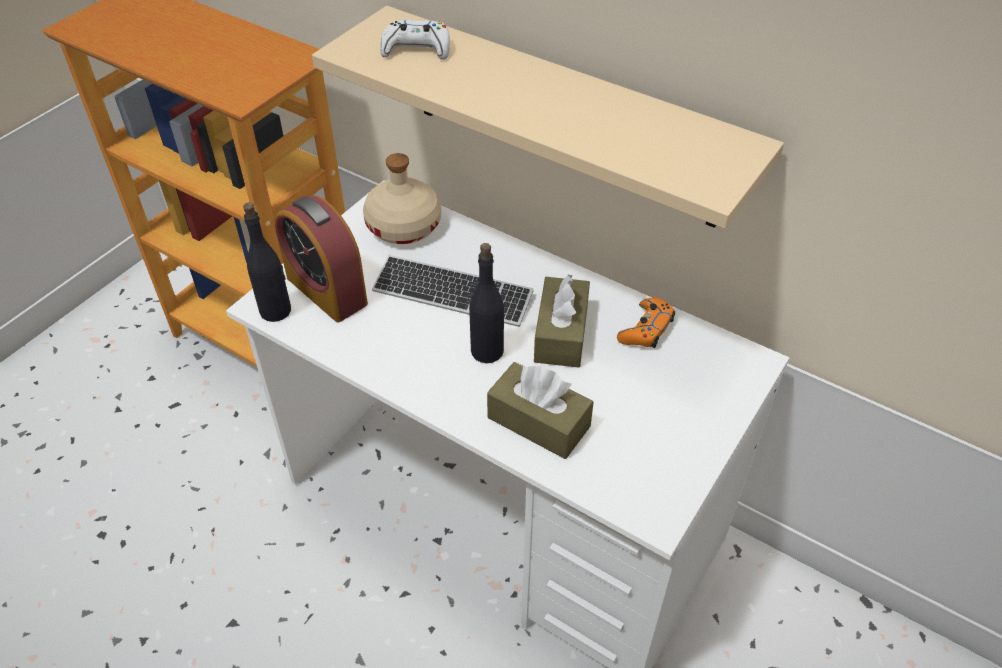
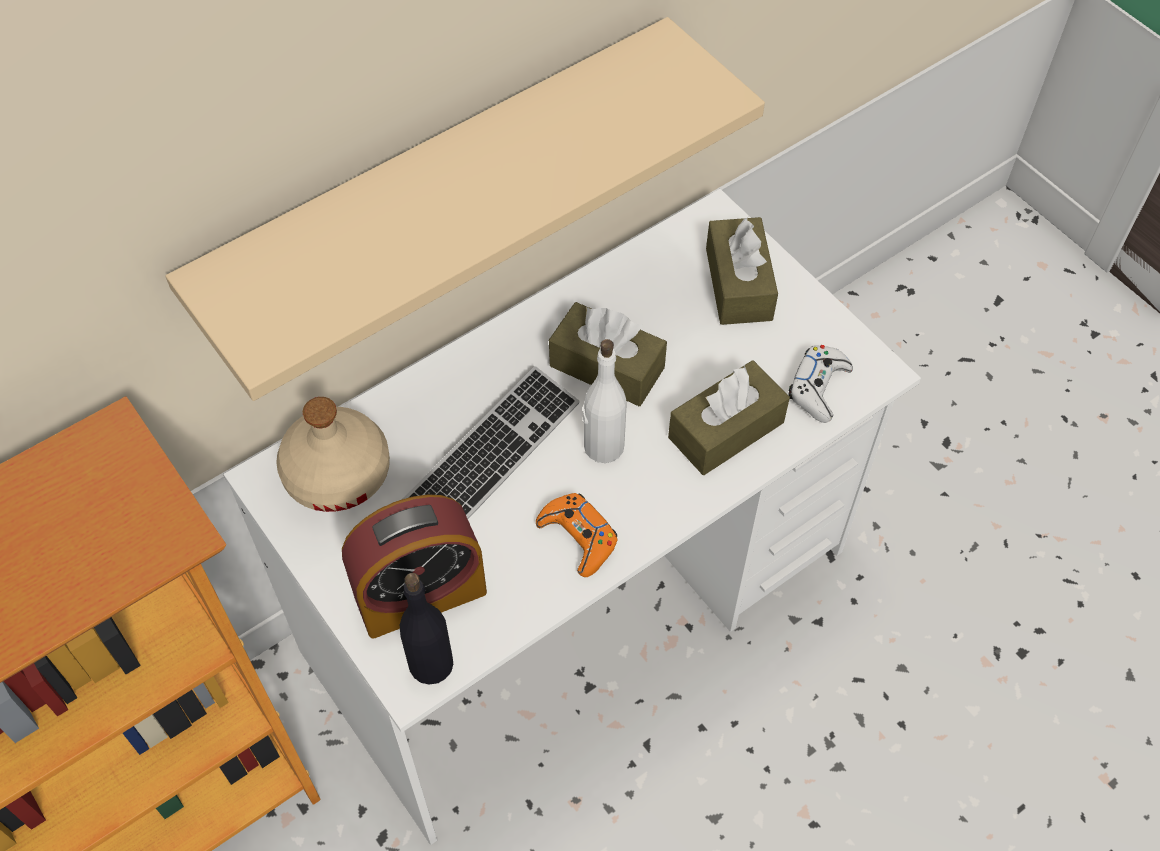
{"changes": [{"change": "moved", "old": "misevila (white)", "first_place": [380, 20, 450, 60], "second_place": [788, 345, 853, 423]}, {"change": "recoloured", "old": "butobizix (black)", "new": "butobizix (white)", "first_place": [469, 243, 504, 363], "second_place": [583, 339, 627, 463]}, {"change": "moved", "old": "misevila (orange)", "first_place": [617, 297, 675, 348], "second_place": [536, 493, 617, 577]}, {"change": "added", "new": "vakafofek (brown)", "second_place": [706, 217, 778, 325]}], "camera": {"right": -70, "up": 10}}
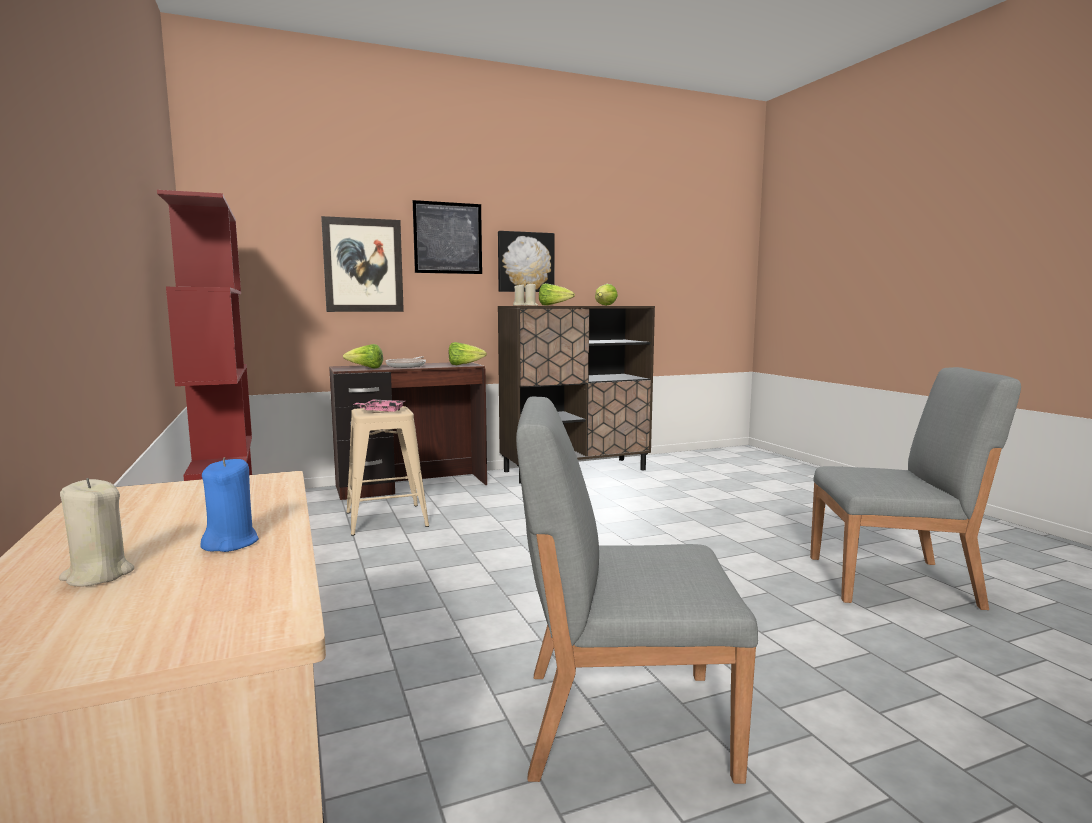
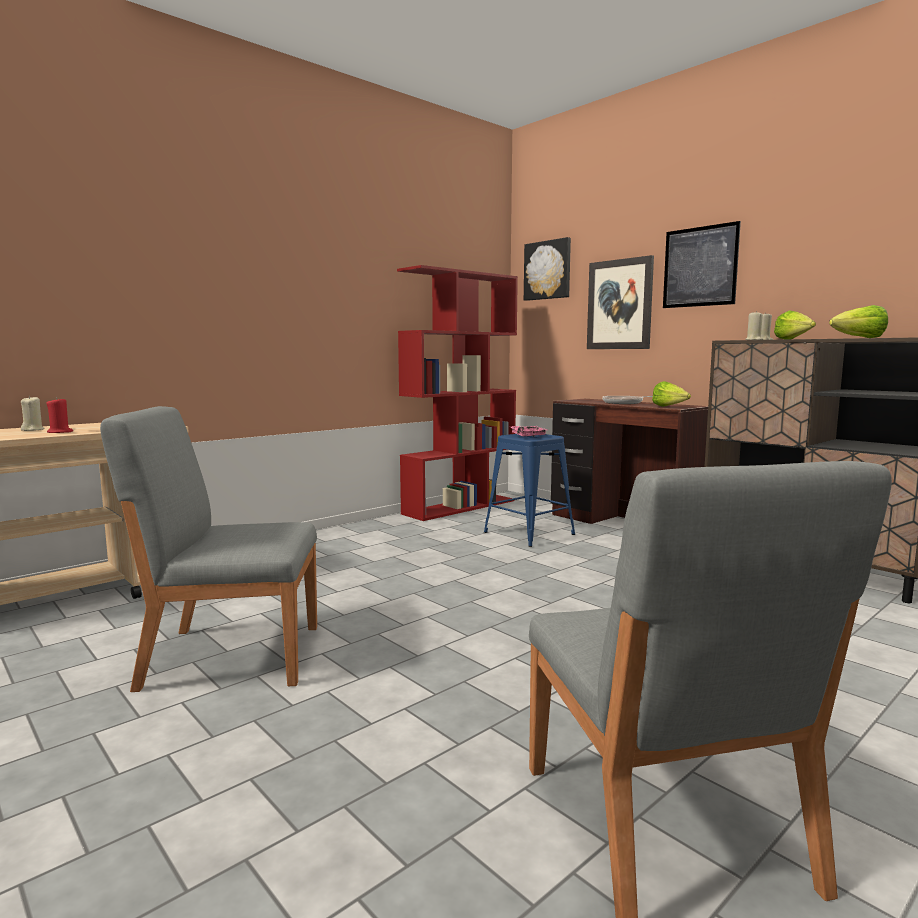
{"changes": [{"change": "moved", "old": "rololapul", "first_place": [498, 231, 554, 292], "second_place": [524, 237, 571, 301]}, {"change": "removed", "old": "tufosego", "first_place": [343, 344, 383, 368]}, {"change": "turned", "old": "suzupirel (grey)", "first_place": [516, 396, 758, 784], "second_place": [100, 406, 317, 692], "degrees": -75}, {"change": "recoloured", "old": "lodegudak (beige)", "new": "lodegudak (blue)", "first_place": [346, 406, 429, 536], "second_place": [484, 434, 575, 547]}, {"change": "recoloured", "old": "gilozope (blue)", "new": "gilozope (red)", "first_place": [200, 457, 259, 552], "second_place": [46, 397, 73, 433]}], "camera": {"right": 70, "up": 0}}
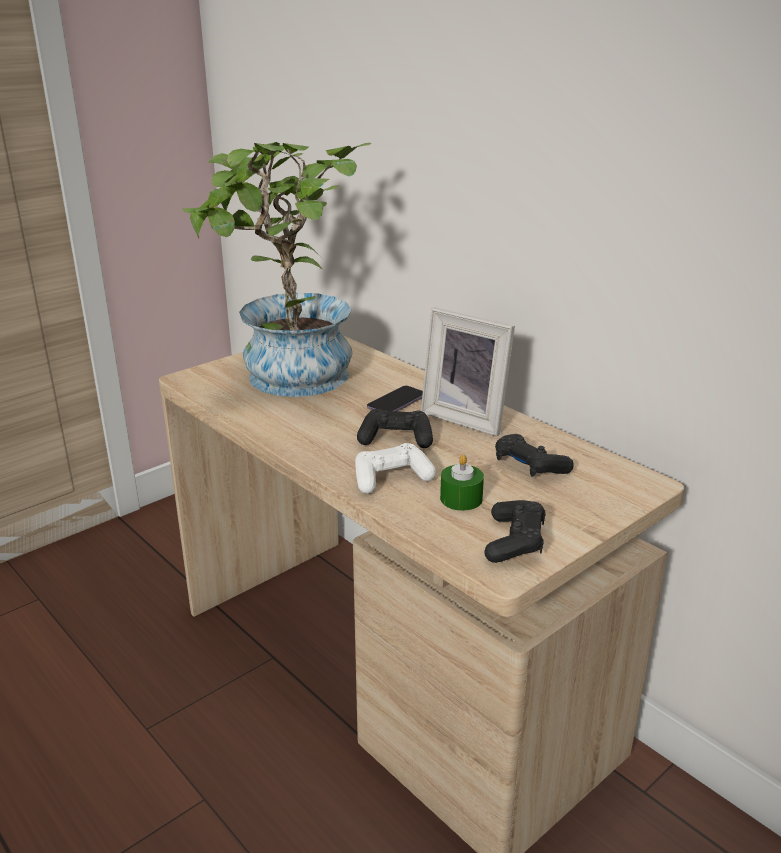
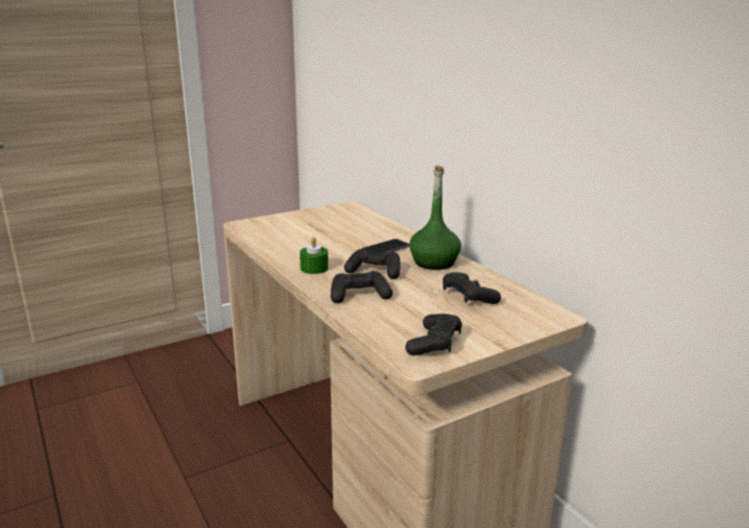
{"changes": [{"change": "removed", "old": "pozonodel", "first_place": [182, 142, 371, 397]}, {"change": "replaced", "old": "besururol", "new": "butobizix (green)", "first_place": [421, 307, 515, 436], "second_place": [409, 165, 461, 270]}, {"change": "recoloured", "old": "misevila (white)", "new": "misevila (black)", "first_place": [355, 443, 436, 494], "second_place": [331, 271, 393, 303]}, {"change": "moved", "old": "gilozope (green)", "first_place": [440, 455, 484, 511], "second_place": [300, 237, 328, 274]}], "camera": {"right": 10, "up": -5}}
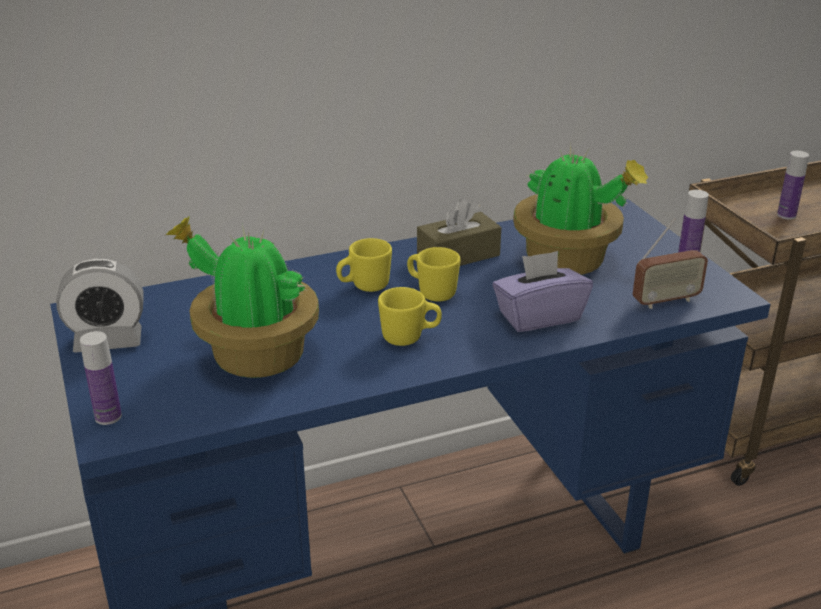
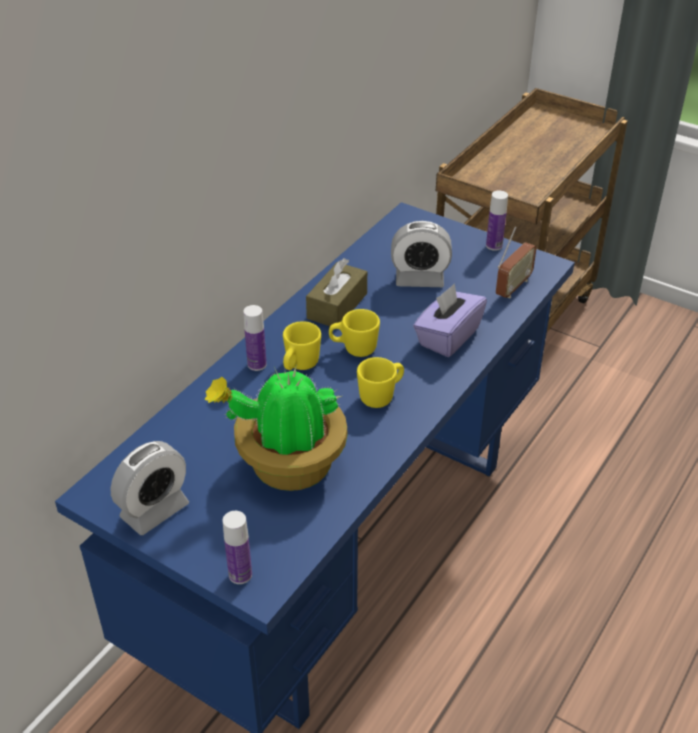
{"changes": [{"change": "replaced", "old": "pozonodel", "new": "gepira", "first_place": [513, 144, 648, 275], "second_place": [391, 221, 452, 287]}, {"change": "moved", "old": "butobizix", "first_place": [777, 151, 809, 220], "second_place": [243, 305, 267, 371]}], "camera": {"right": -35, "up": 10}}
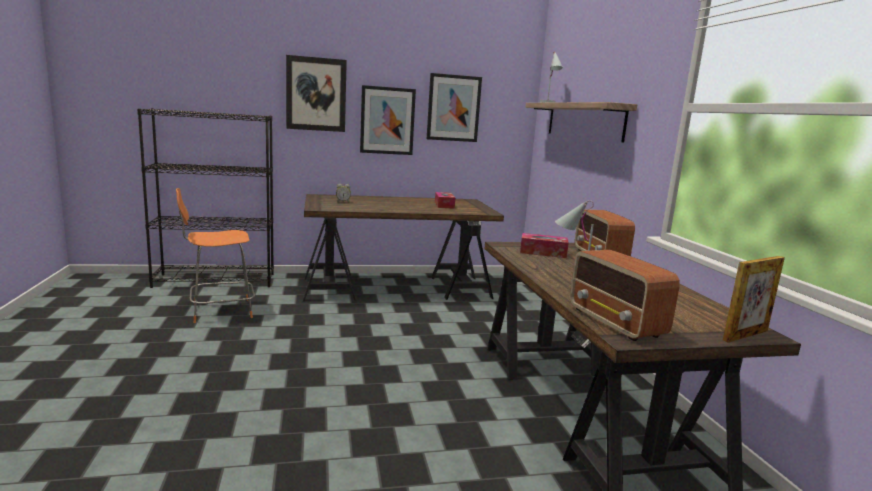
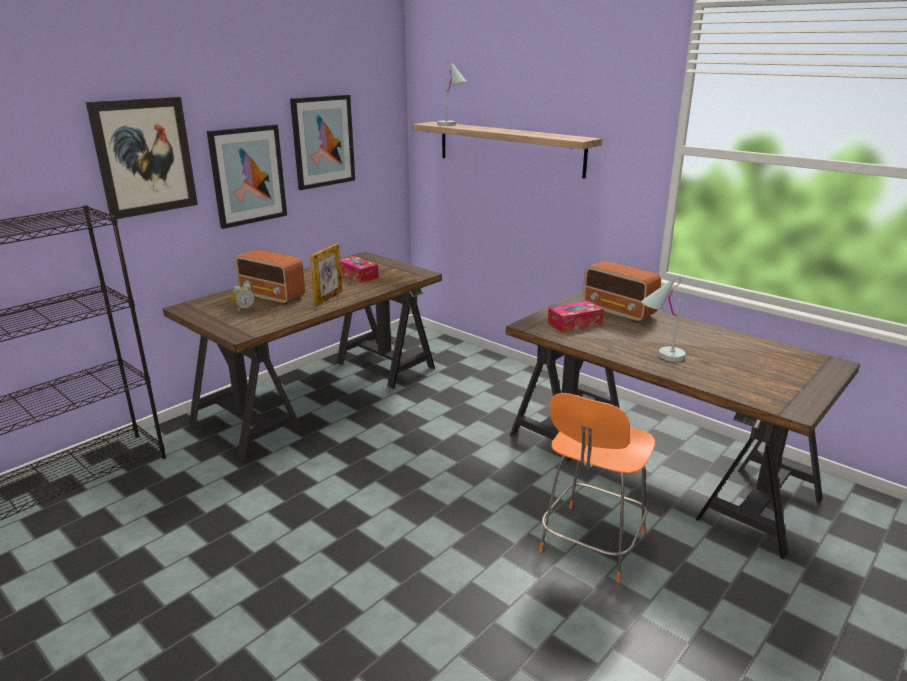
{"changes": [{"change": "moved", "old": "suzupirel (orange)", "first_place": [176, 188, 255, 323], "second_place": [539, 393, 655, 583]}, {"change": "moved", "old": "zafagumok", "first_place": [570, 250, 680, 341], "second_place": [235, 250, 305, 305]}, {"change": "moved", "old": "besururol", "first_place": [723, 256, 785, 343], "second_place": [310, 243, 343, 306]}], "camera": {"right": -35, "up": 10}}
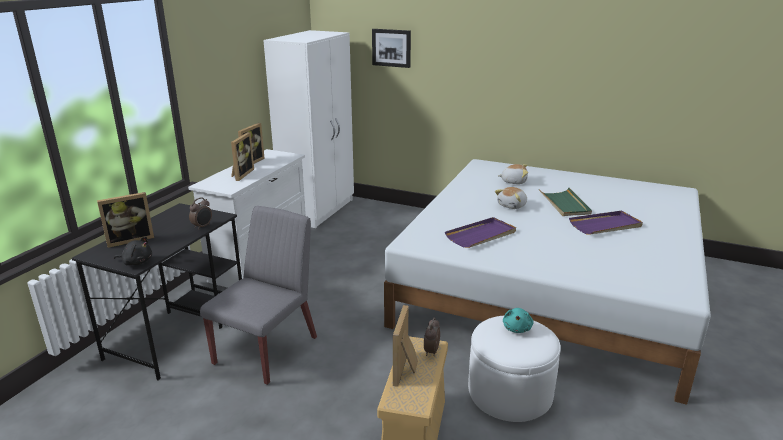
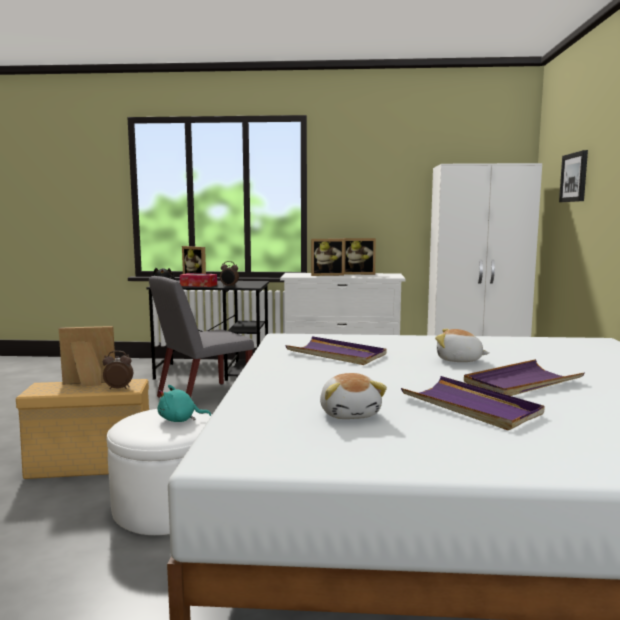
{"changes": [{"change": "moved", "old": "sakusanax", "first_place": [498, 164, 528, 184], "second_place": [320, 373, 387, 419]}, {"change": "recoloured", "old": "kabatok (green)", "new": "kabatok (purple)", "first_place": [539, 188, 592, 216], "second_place": [464, 359, 585, 396]}, {"change": "turned", "old": "suzupirel (grey)", "first_place": [200, 206, 317, 385], "second_place": [149, 276, 254, 398], "degrees": 135}, {"change": "added", "new": "vakafofek", "second_place": [180, 273, 217, 287]}], "camera": {"right": 70, "up": -15}}
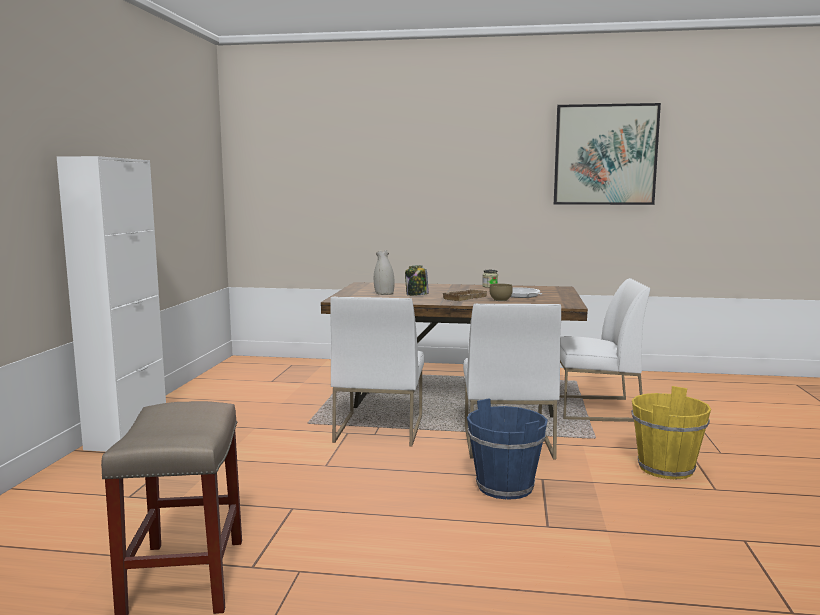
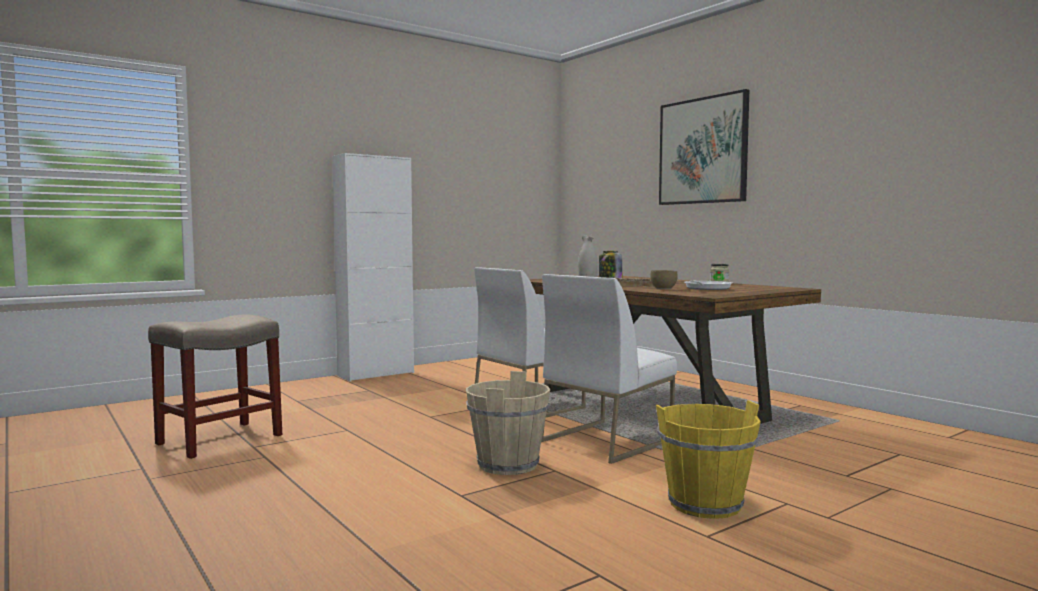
{"changes": [{"change": "moved", "old": "rololapul", "first_place": [554, 103, 661, 205], "second_place": [659, 89, 749, 205]}, {"change": "removed", "old": "suzupirel (white)", "first_place": [560, 278, 651, 422]}, {"change": "recoloured", "old": "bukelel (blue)", "new": "bukelel (beige)", "first_place": [467, 398, 548, 500], "second_place": [466, 371, 550, 475]}], "camera": {"right": 45, "up": -5}}
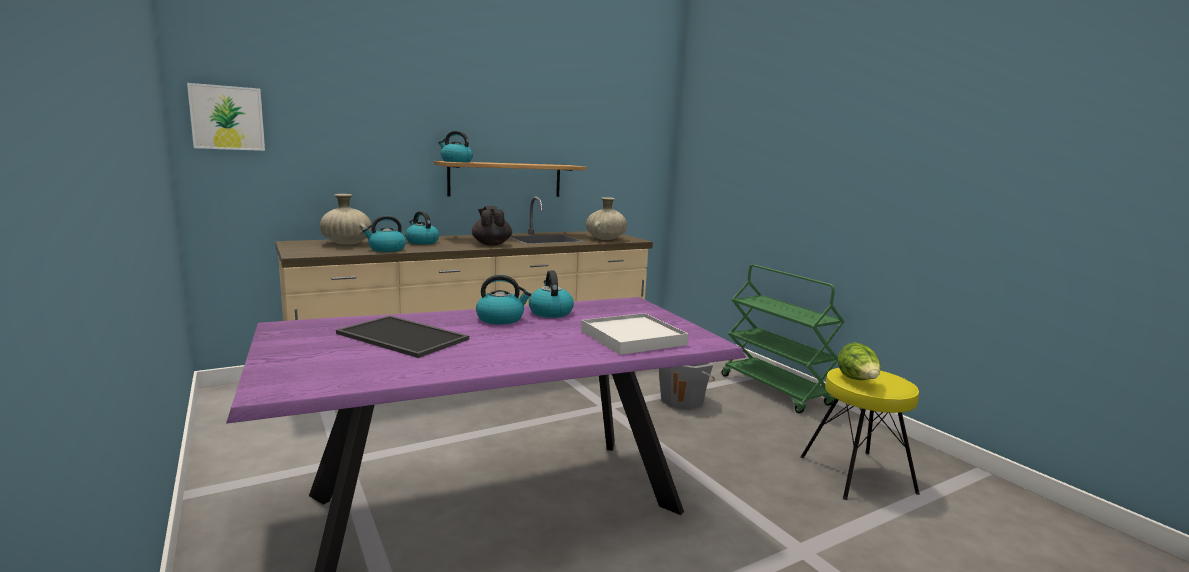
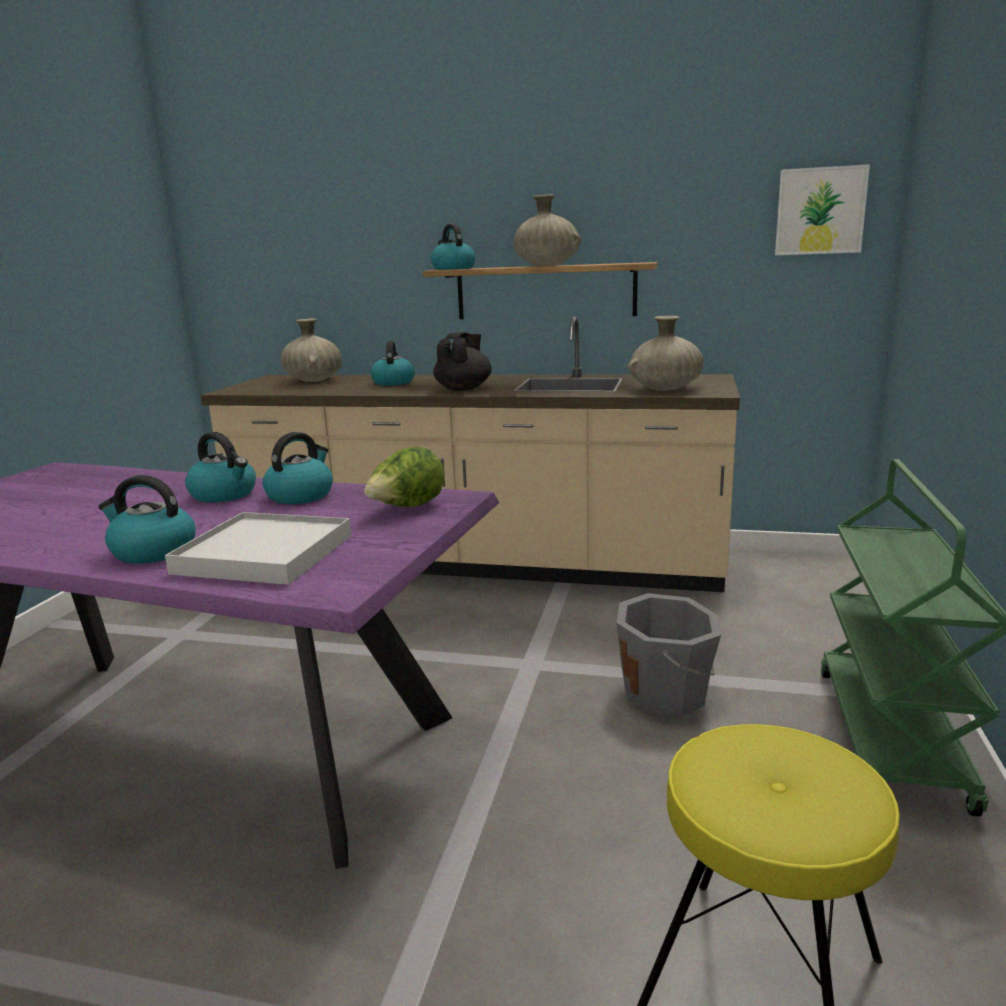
{"changes": [{"change": "moved", "old": "rololapul", "first_place": [187, 83, 265, 151], "second_place": [775, 164, 870, 255]}, {"change": "moved", "old": "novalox", "first_place": [362, 216, 406, 252], "second_place": [98, 475, 196, 564]}, {"change": "removed", "old": "kabatok", "first_place": [336, 316, 469, 358]}, {"change": "moved", "old": "tufosego", "first_place": [838, 342, 881, 380], "second_place": [364, 447, 445, 507]}, {"change": "added", "new": "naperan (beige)", "second_place": [514, 195, 581, 266]}], "camera": {"right": 45, "up": 5}}
